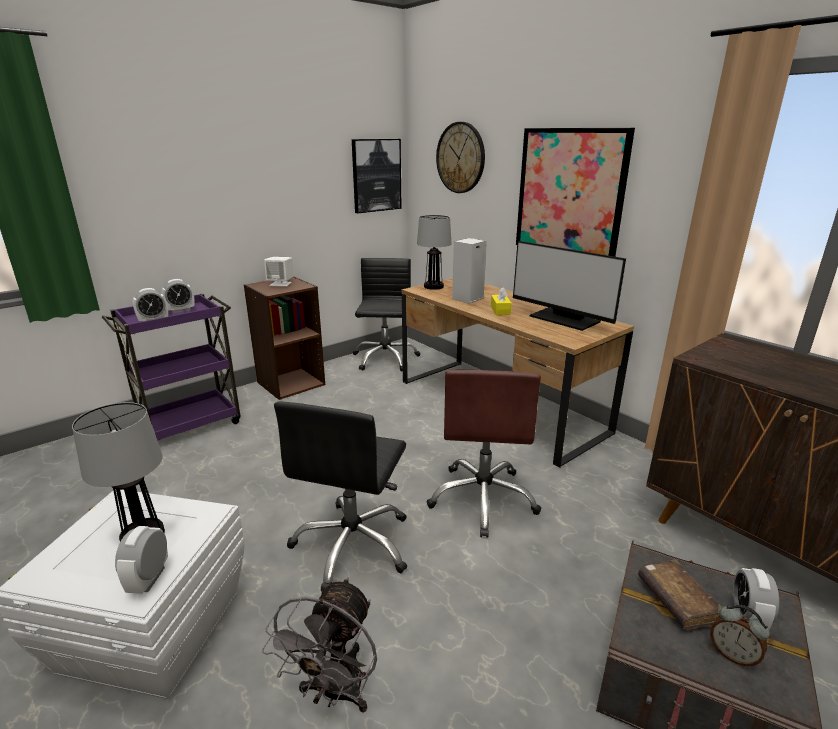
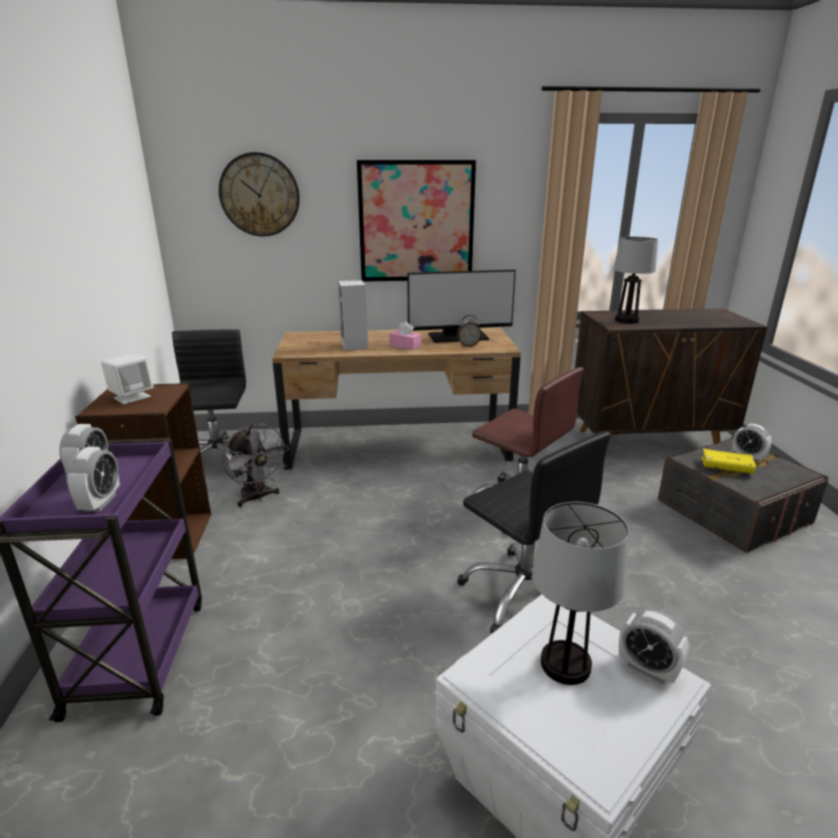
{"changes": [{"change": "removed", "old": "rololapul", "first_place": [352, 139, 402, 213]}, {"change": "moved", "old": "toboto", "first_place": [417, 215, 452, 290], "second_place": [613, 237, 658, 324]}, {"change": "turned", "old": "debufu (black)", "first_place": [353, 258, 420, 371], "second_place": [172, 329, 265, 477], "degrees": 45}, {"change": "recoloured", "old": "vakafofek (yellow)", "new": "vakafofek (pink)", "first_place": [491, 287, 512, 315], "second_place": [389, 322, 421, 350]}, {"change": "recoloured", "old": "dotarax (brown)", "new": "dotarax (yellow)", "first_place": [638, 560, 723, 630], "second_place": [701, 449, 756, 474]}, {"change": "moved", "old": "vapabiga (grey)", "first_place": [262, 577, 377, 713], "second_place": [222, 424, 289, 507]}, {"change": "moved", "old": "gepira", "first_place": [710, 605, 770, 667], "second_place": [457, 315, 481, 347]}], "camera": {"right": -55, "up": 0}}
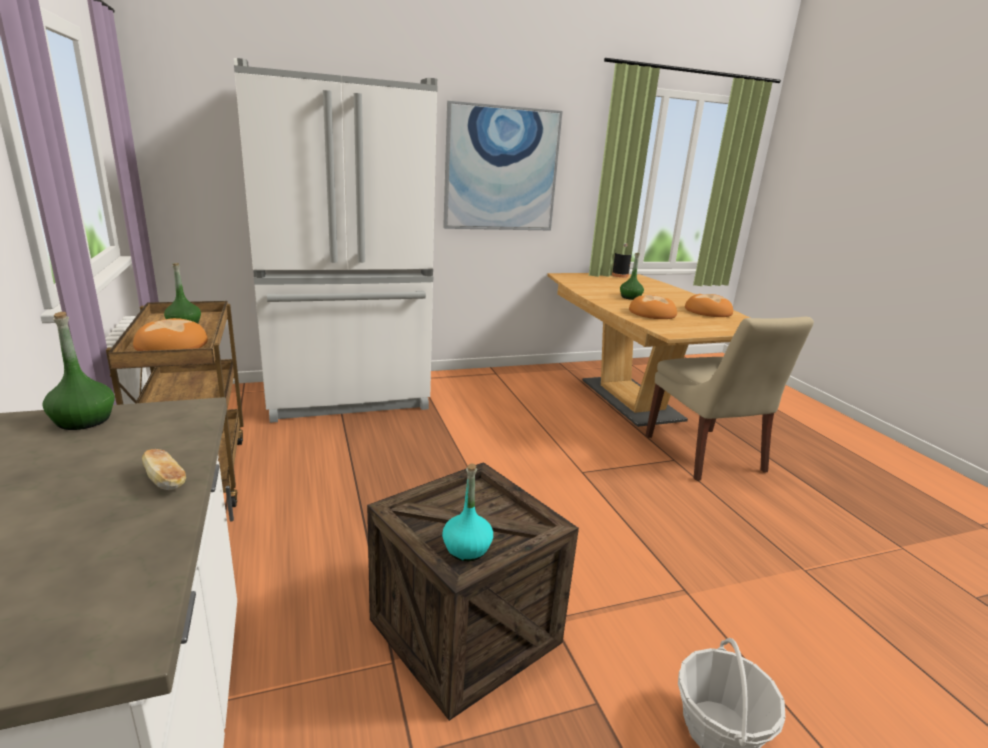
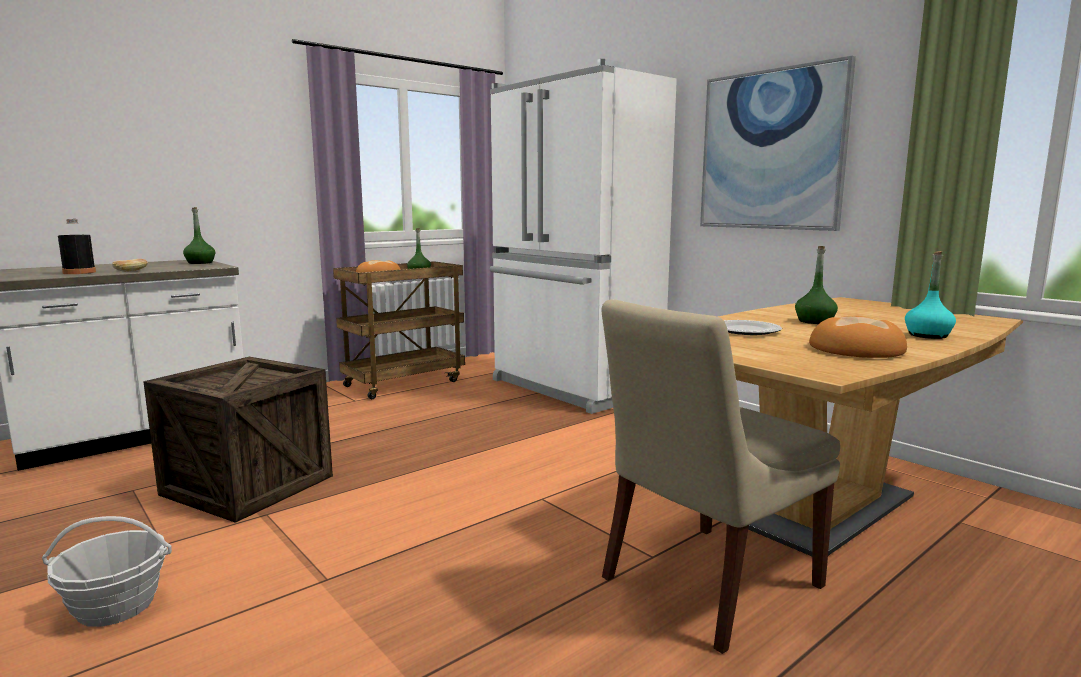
{"changes": [{"change": "moved", "old": "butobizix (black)", "first_place": [612, 243, 632, 278], "second_place": [58, 219, 96, 274]}, {"change": "replaced", "old": "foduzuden", "new": "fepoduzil", "first_place": [629, 295, 677, 319], "second_place": [724, 320, 782, 335]}, {"change": "moved", "old": "butobizix (turquoise)", "first_place": [442, 464, 493, 561], "second_place": [905, 251, 956, 339]}], "camera": {"right": 70, "up": -10}}
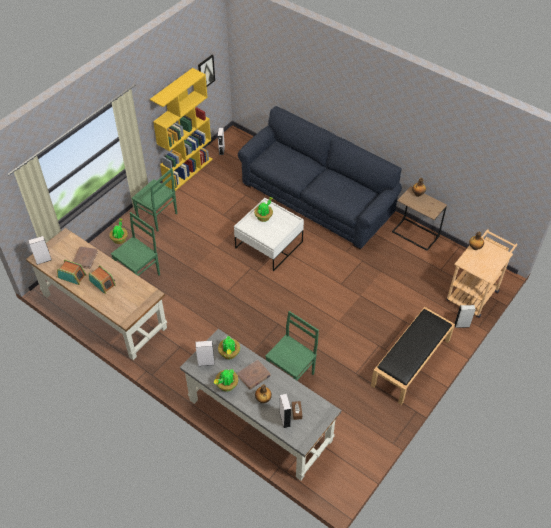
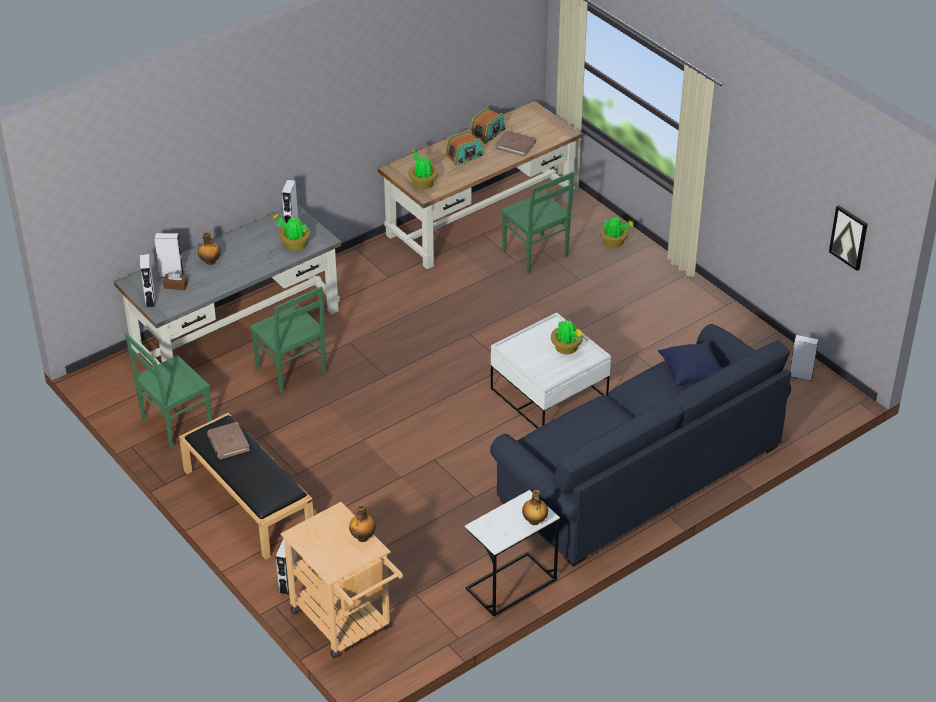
{"changes": [{"change": "removed", "old": "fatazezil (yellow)", "first_place": [150, 68, 213, 191]}, {"change": "moved", "old": "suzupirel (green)", "first_place": [132, 168, 177, 232], "second_place": [125, 333, 212, 449]}, {"change": "recoloured", "old": "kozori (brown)", "new": "kozori (white)", "first_place": [392, 186, 447, 251], "second_place": [465, 490, 560, 617]}, {"change": "moved", "old": "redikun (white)", "first_place": [28, 236, 52, 265], "second_place": [140, 254, 155, 308]}, {"change": "moved", "old": "dotarax (brown)", "first_place": [237, 360, 271, 389], "second_place": [207, 422, 250, 459]}, {"change": "moved", "old": "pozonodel", "first_place": [214, 369, 238, 392], "second_place": [409, 148, 438, 189]}, {"change": "added", "new": "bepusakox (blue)", "second_place": [658, 341, 721, 386]}], "camera": {"right": 105, "up": -10}}
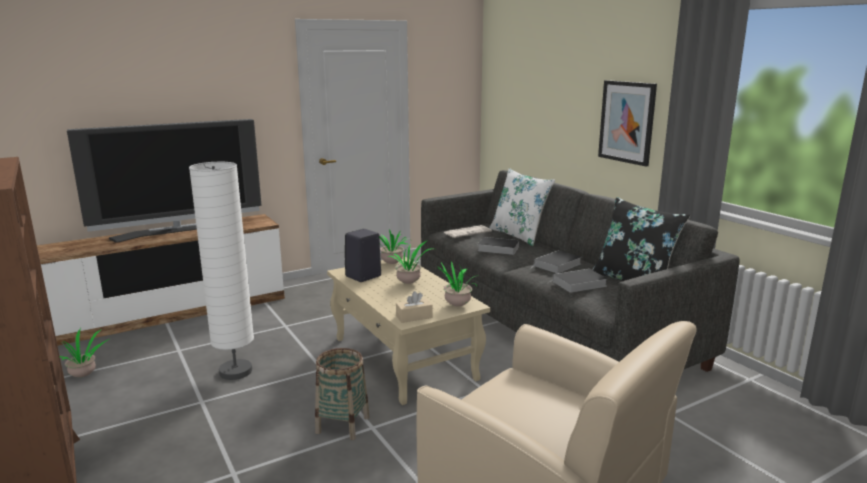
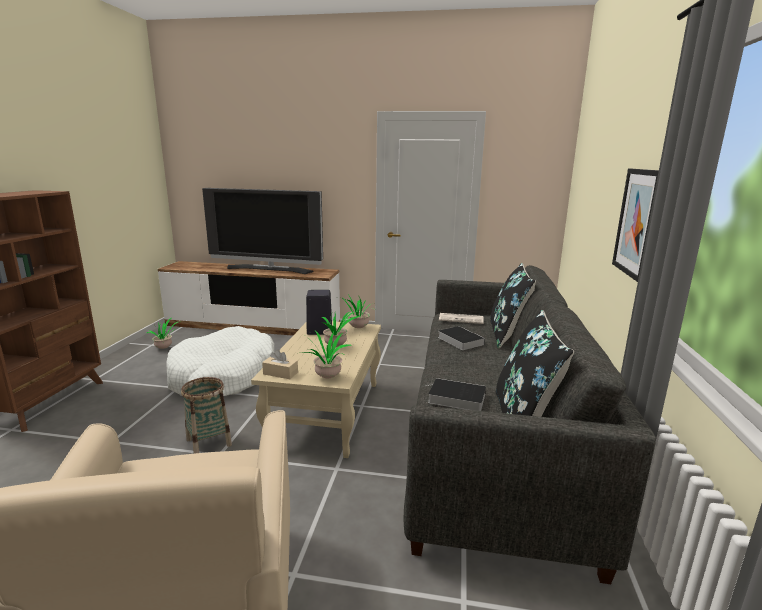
{"changes": [{"change": "replaced", "old": "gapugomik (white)", "new": "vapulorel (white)", "first_place": [189, 162, 254, 380], "second_place": [166, 326, 275, 396]}, {"change": "recoloured", "old": "bepusakox (white)", "new": "bepusakox (black)", "first_place": [489, 168, 555, 246], "second_place": [490, 263, 536, 348]}, {"change": "removed", "old": "dotarax", "first_place": [534, 250, 581, 273]}], "camera": {"right": 40, "up": 0}}
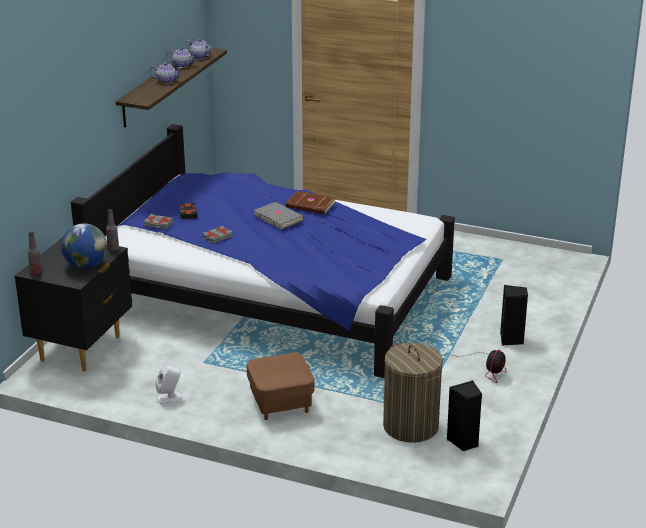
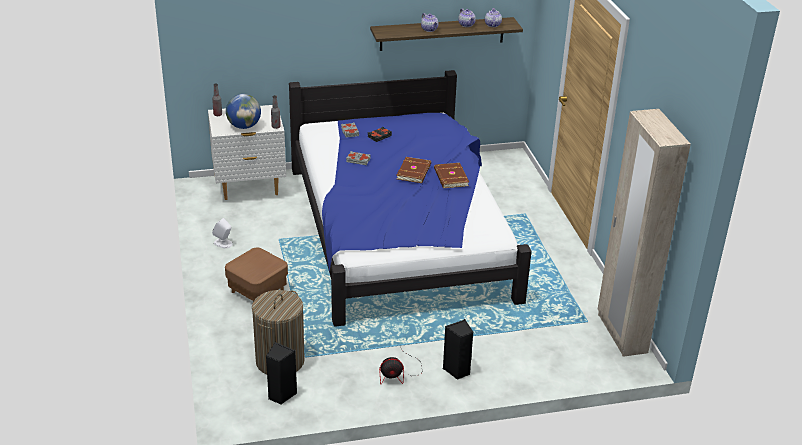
{"changes": [{"change": "recoloured", "old": "dotarax (grey)", "new": "dotarax (brown)", "first_place": [254, 202, 304, 229], "second_place": [397, 157, 431, 183]}, {"change": "recoloured", "old": "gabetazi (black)", "new": "gabetazi (white)", "first_place": [15, 237, 132, 372], "second_place": [208, 105, 286, 200]}, {"change": "added", "new": "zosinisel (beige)", "second_place": [598, 109, 691, 357]}], "camera": {"right": 55, "up": 5}}
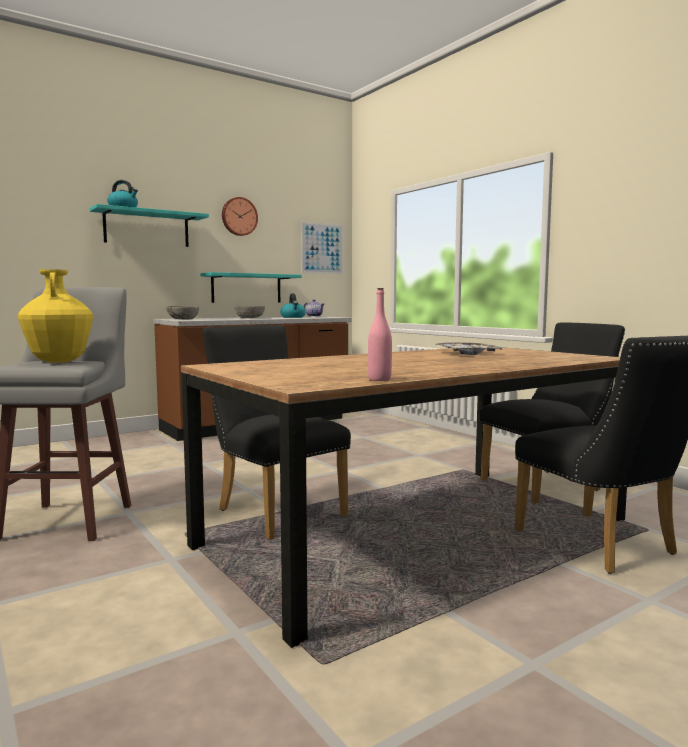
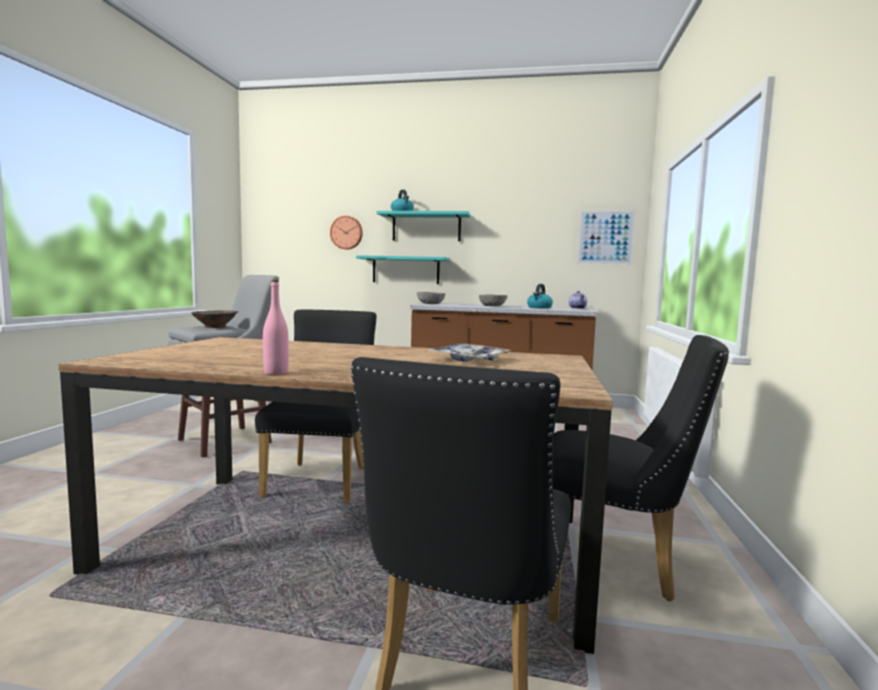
{"changes": [{"change": "moved", "old": "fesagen", "first_place": [222, 197, 258, 236], "second_place": [330, 216, 363, 250]}, {"change": "replaced", "old": "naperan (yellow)", "new": "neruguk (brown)", "first_place": [18, 269, 93, 363], "second_place": [191, 310, 238, 328]}, {"change": "moved", "old": "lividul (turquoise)", "first_place": [201, 272, 302, 303], "second_place": [356, 255, 449, 284]}, {"change": "moved", "old": "butobizix (pink)", "first_place": [368, 288, 392, 381], "second_place": [263, 280, 289, 375]}], "camera": {"right": 45, "up": 0}}
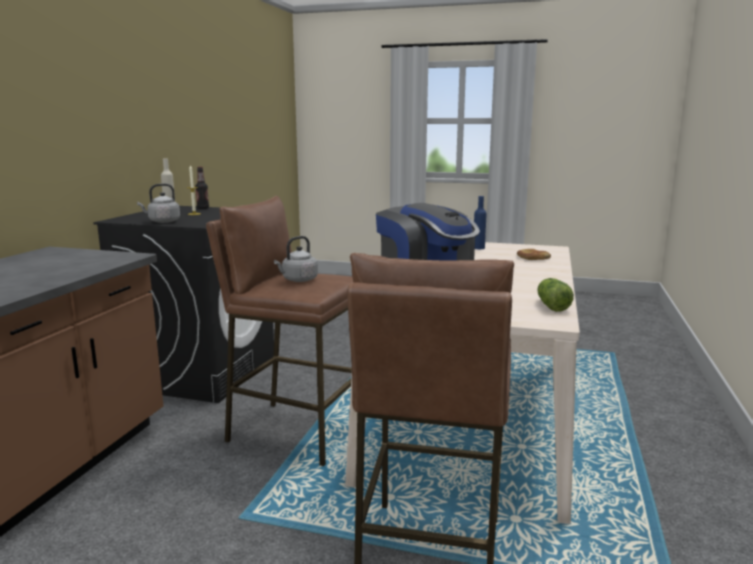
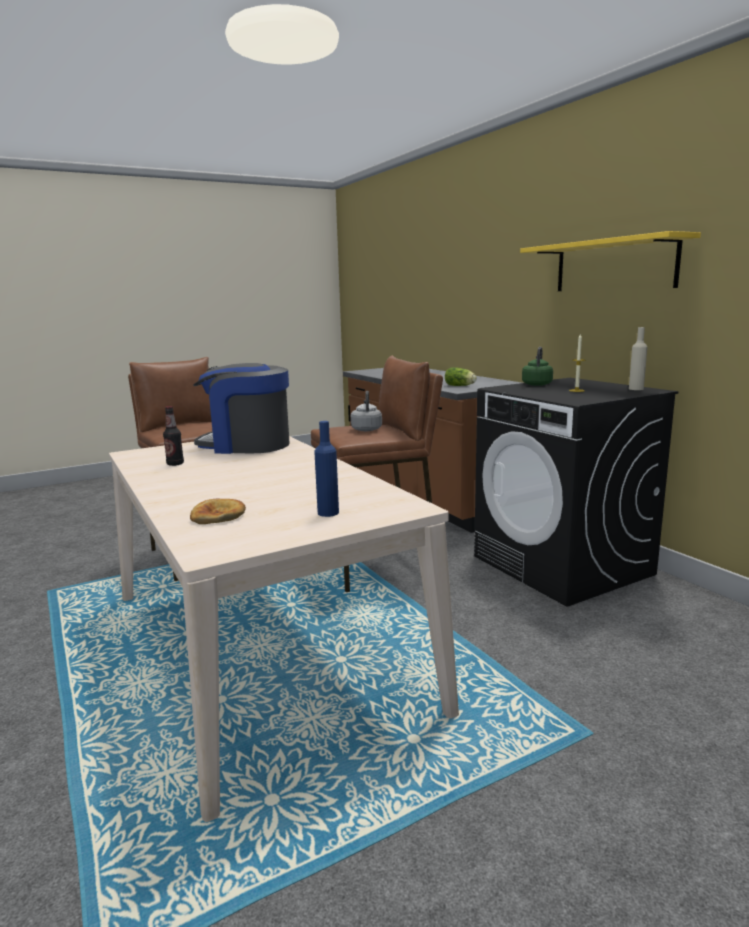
{"changes": [{"change": "moved", "old": "butobizix", "first_place": [195, 167, 209, 209], "second_place": [163, 406, 184, 466]}, {"change": "recoloured", "old": "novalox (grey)", "new": "novalox (green)", "first_place": [137, 183, 180, 223], "second_place": [522, 347, 553, 386]}, {"change": "moved", "old": "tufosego", "first_place": [537, 278, 574, 312], "second_place": [445, 367, 477, 386]}, {"change": "added", "new": "lividul (yellow)", "second_place": [520, 231, 701, 291]}], "camera": {"right": 135, "up": 0}}
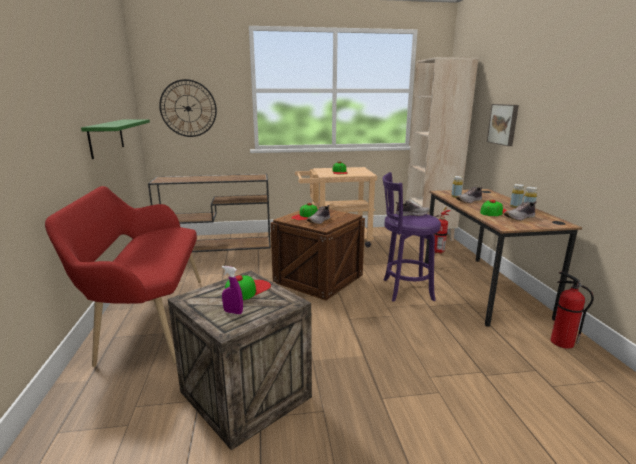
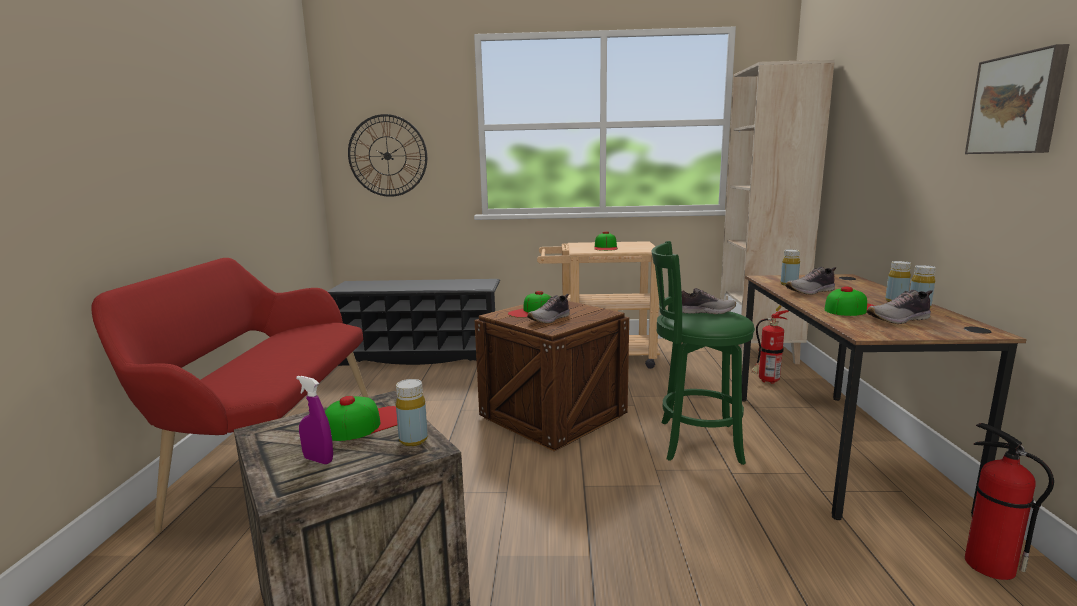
{"changes": [{"change": "moved", "old": "rololapul", "first_place": [487, 104, 519, 146], "second_place": [965, 44, 1070, 154]}, {"change": "removed", "old": "lividul (green)", "first_place": [81, 119, 150, 159]}, {"change": "recoloured", "old": "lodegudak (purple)", "new": "lodegudak (green)", "first_place": [383, 172, 441, 302], "second_place": [652, 241, 755, 465]}, {"change": "replaced", "old": "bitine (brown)", "new": "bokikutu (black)", "first_place": [148, 174, 271, 252], "second_place": [327, 279, 500, 366]}, {"change": "added", "new": "butobizix (yellow)", "second_place": [396, 379, 428, 446]}], "camera": {"right": 10, "up": -5}}
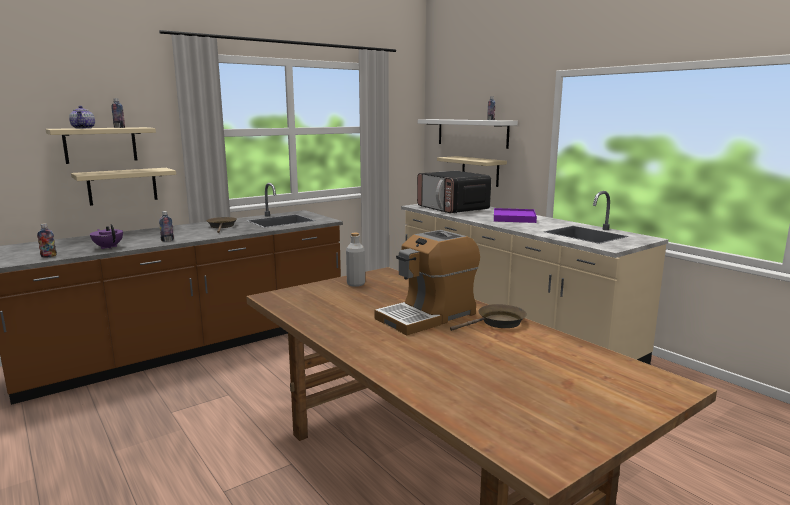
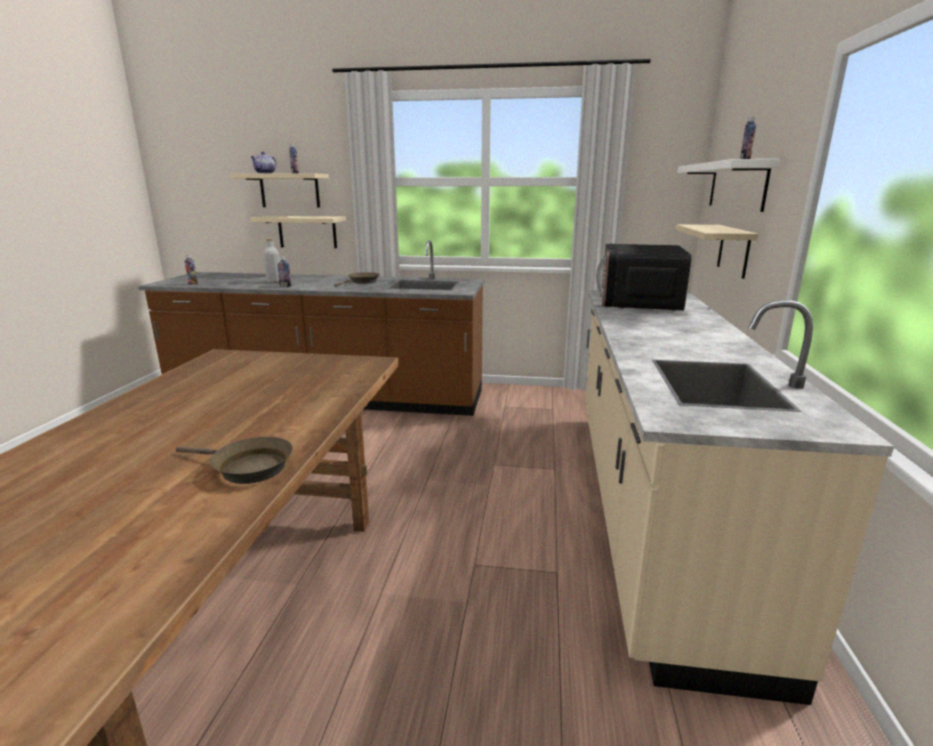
{"changes": [{"change": "removed", "old": "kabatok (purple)", "first_place": [494, 208, 537, 223]}, {"change": "removed", "old": "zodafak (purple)", "first_place": [90, 224, 123, 249]}, {"change": "removed", "old": "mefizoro", "first_place": [374, 230, 480, 335]}, {"change": "moved", "old": "butobizix (grey)", "first_place": [346, 233, 365, 287], "second_place": [263, 239, 280, 283]}], "camera": {"right": 45, "up": 5}}
